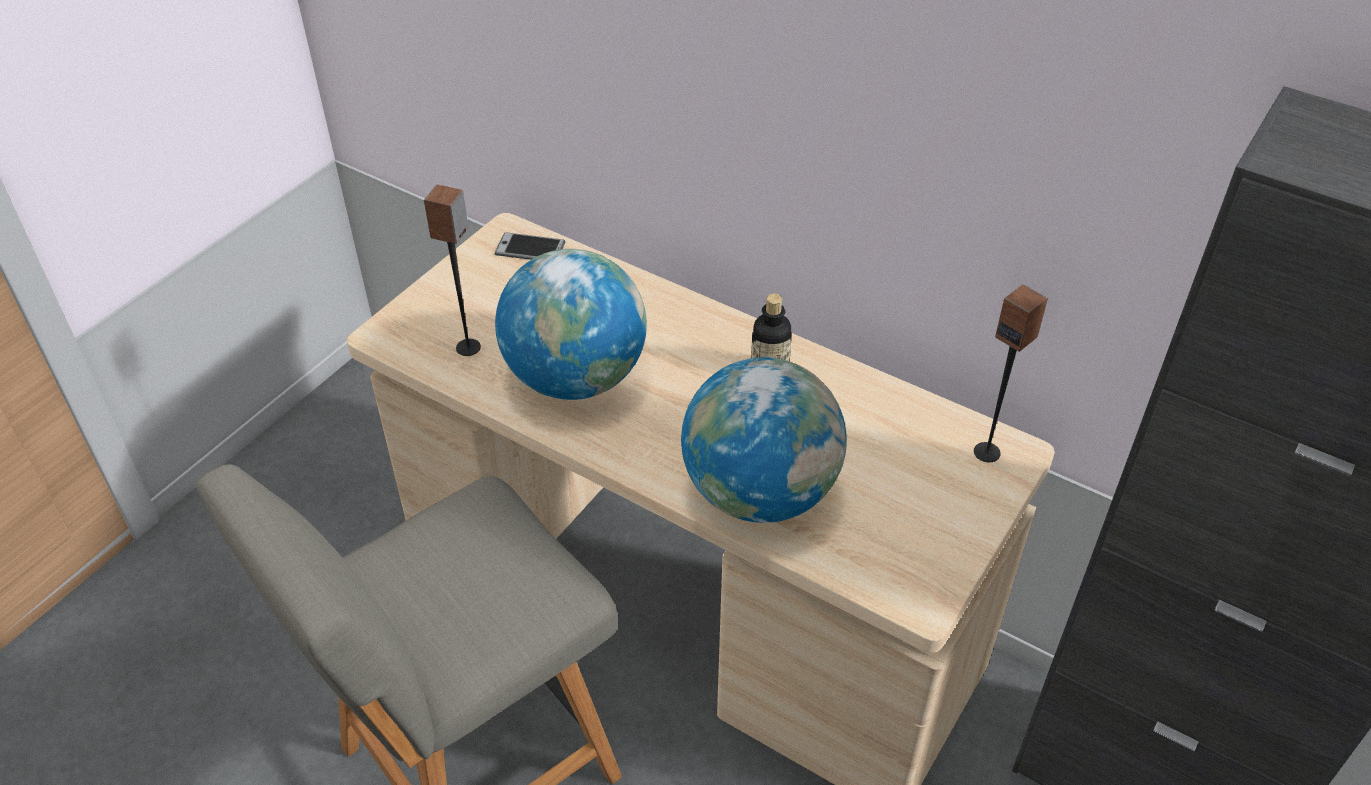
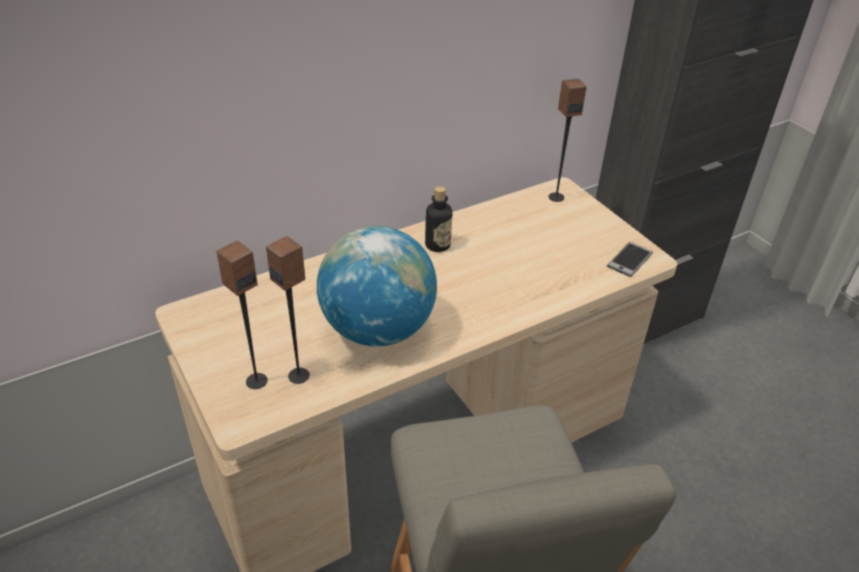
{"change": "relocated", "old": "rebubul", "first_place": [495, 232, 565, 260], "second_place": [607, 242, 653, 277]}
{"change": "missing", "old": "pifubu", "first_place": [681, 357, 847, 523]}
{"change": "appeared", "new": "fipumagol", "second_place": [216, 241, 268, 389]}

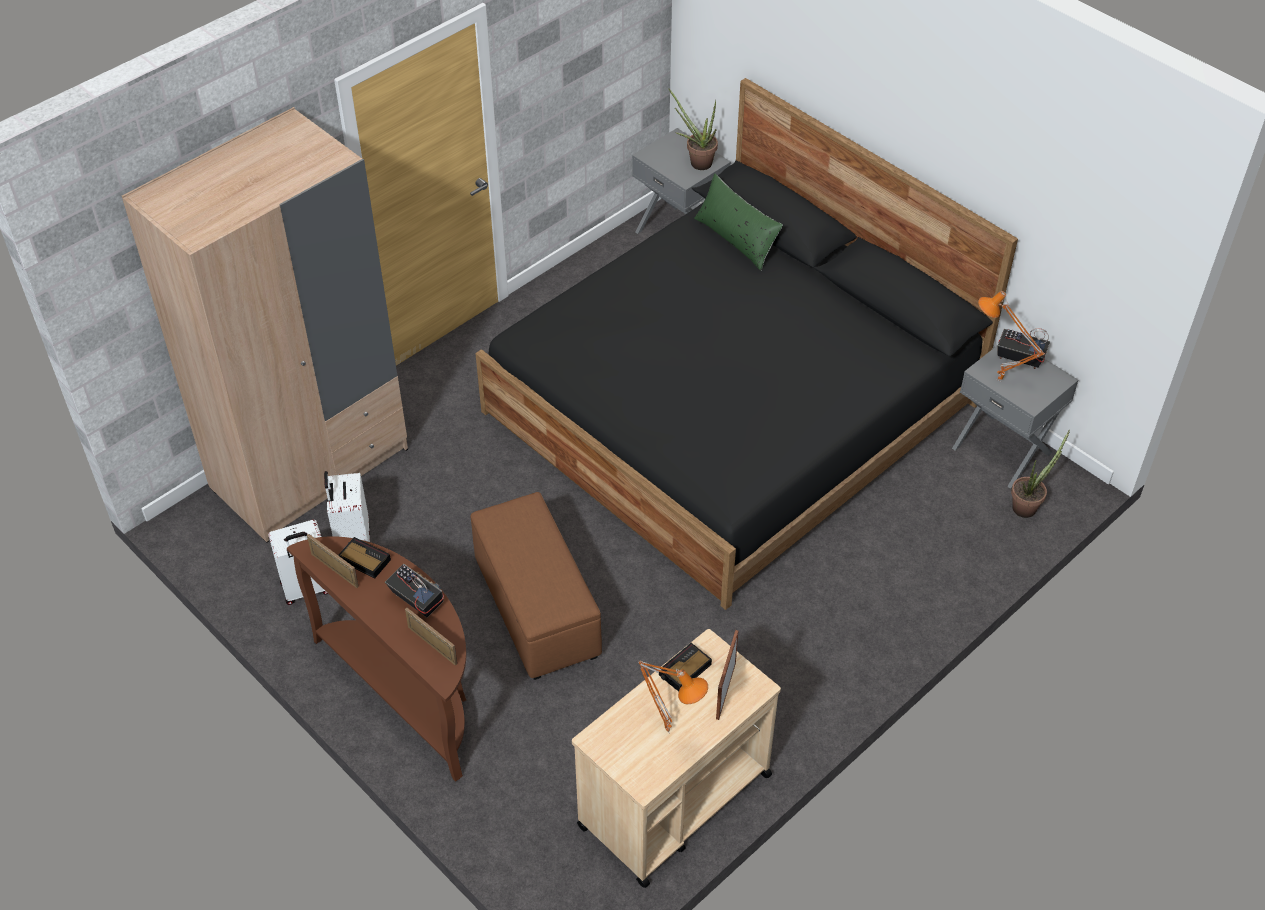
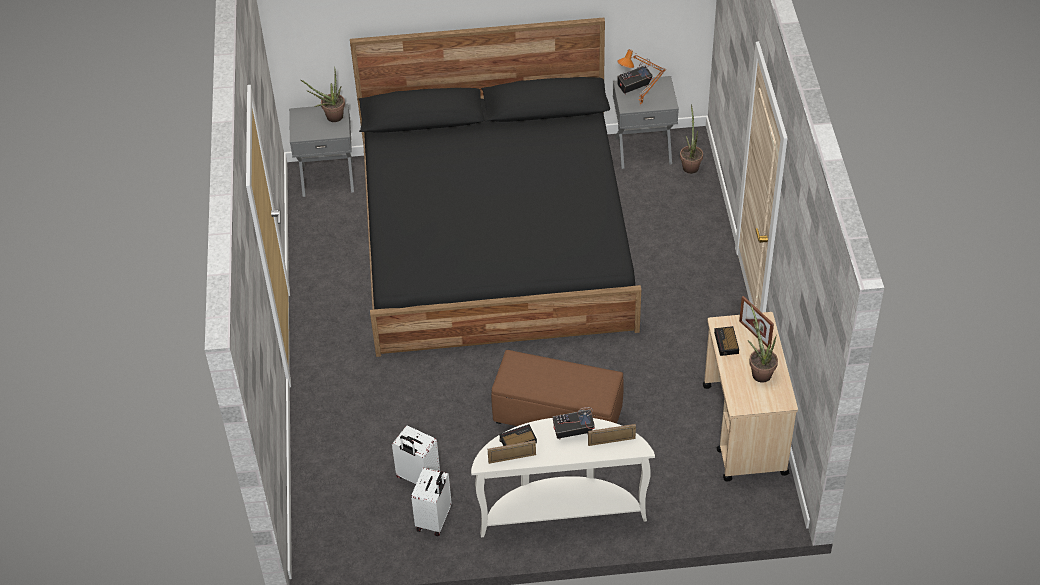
{"change": "missing", "old": "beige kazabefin", "first_place": [122, 107, 408, 543]}
{"change": "colour", "old": "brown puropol", "new": "white puropol", "first_place": [287, 536, 466, 782], "second_place": [471, 418, 655, 537]}
{"change": "exchanged", "old": "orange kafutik", "new": "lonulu", "first_place": [638, 661, 708, 733], "second_place": [748, 304, 778, 383]}
{"change": "missing", "old": "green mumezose", "first_place": [694, 174, 783, 271]}

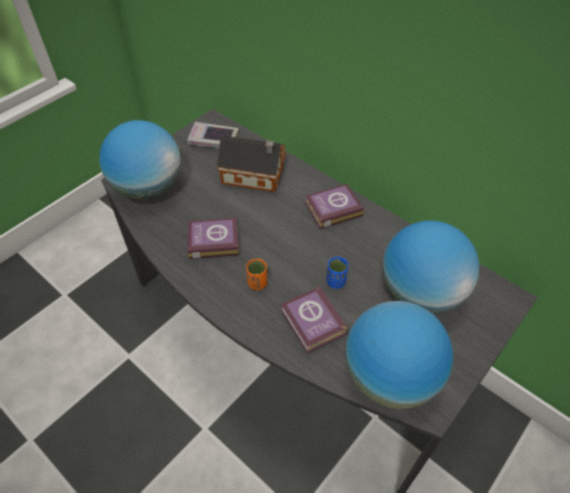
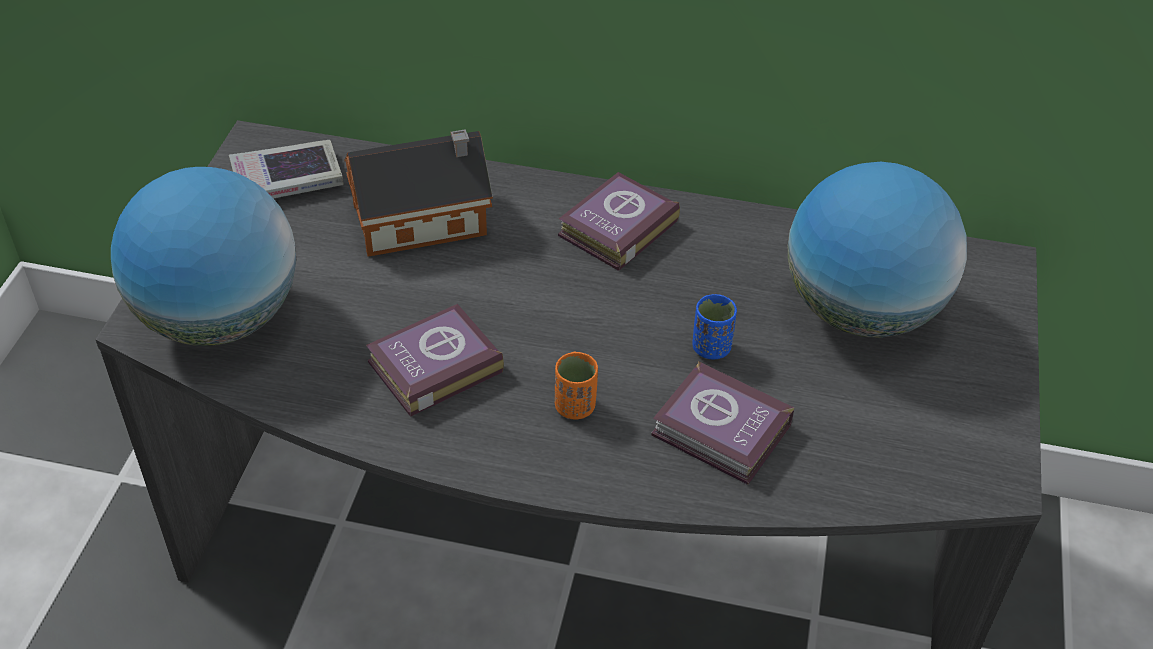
{"change": "missing", "old": "pifubu", "first_place": [345, 301, 453, 409]}

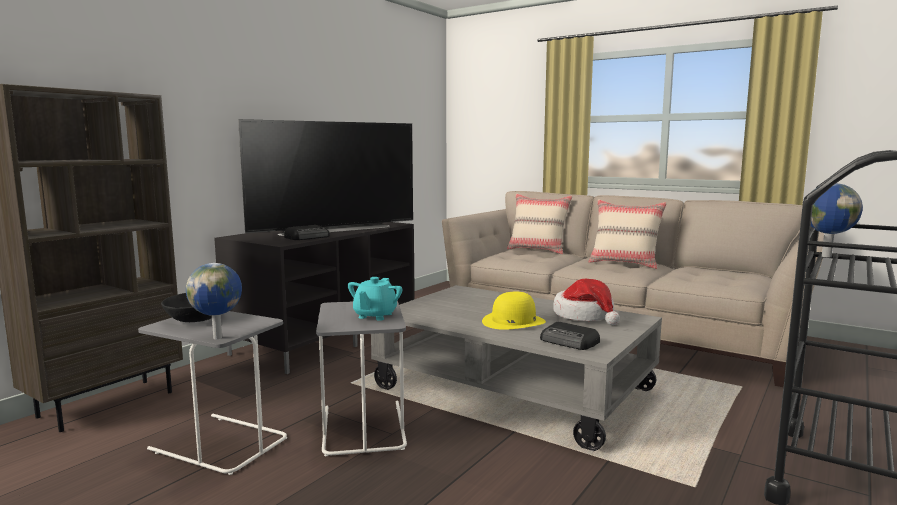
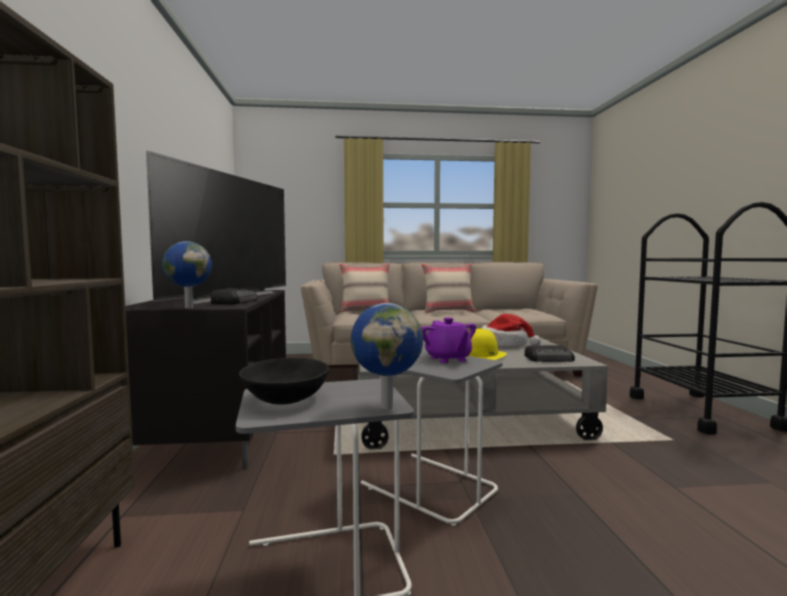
{"change": "colour", "old": "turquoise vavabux", "new": "purple vavabux", "first_place": [348, 277, 402, 321], "second_place": [421, 318, 476, 363]}
{"change": "relocated", "old": "pifubu", "first_place": [810, 183, 863, 258], "second_place": [162, 241, 212, 308]}

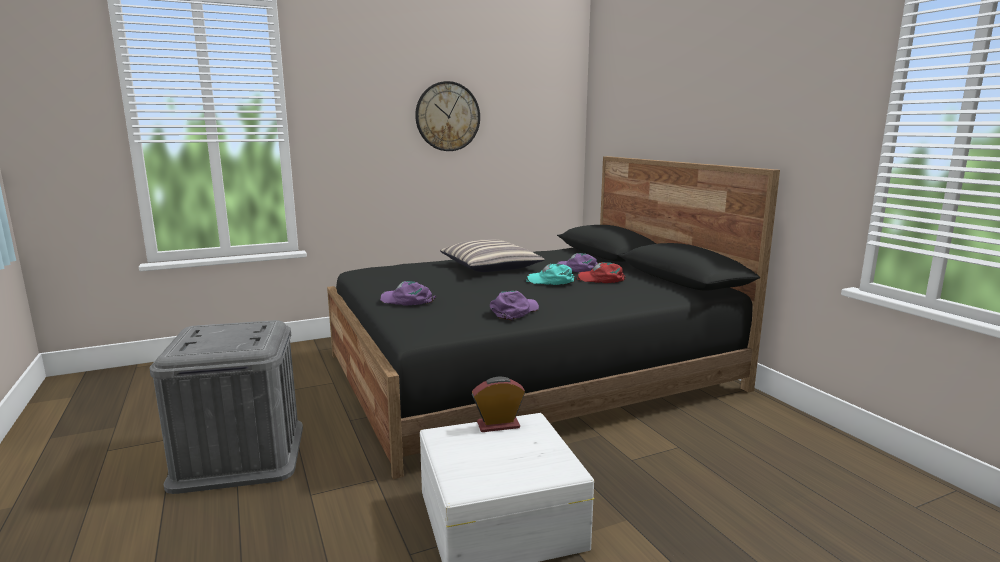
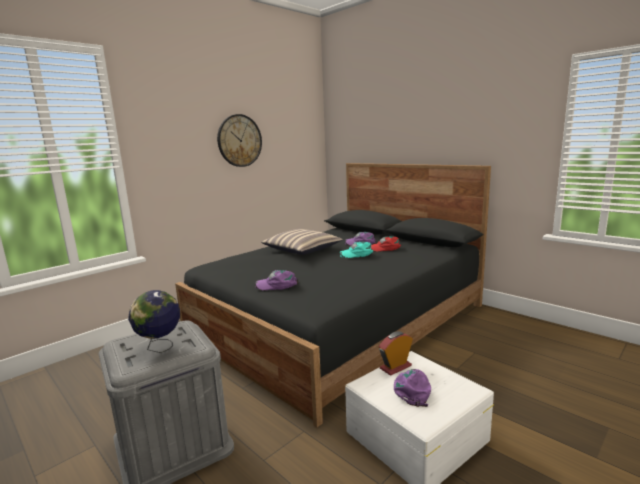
{"change": "relocated", "old": "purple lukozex", "first_place": [490, 291, 539, 321], "second_place": [394, 369, 431, 407]}
{"change": "appeared", "new": "pifubu", "second_place": [128, 290, 180, 353]}

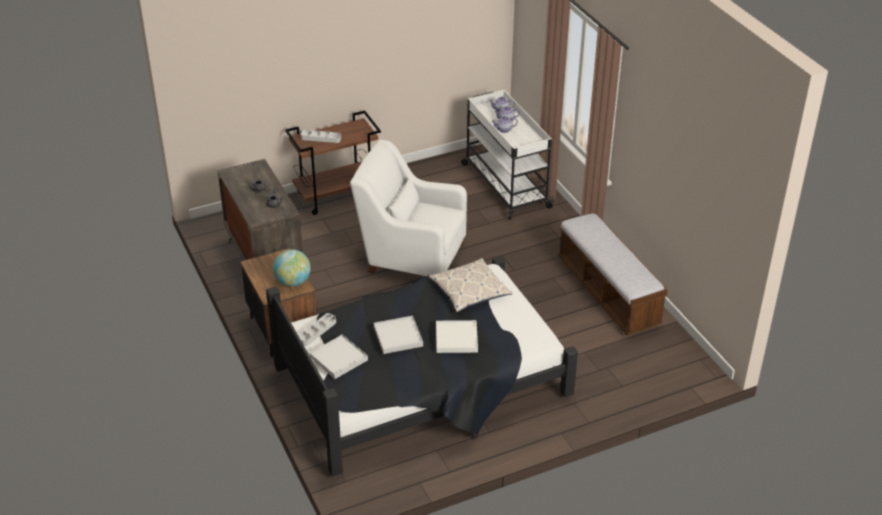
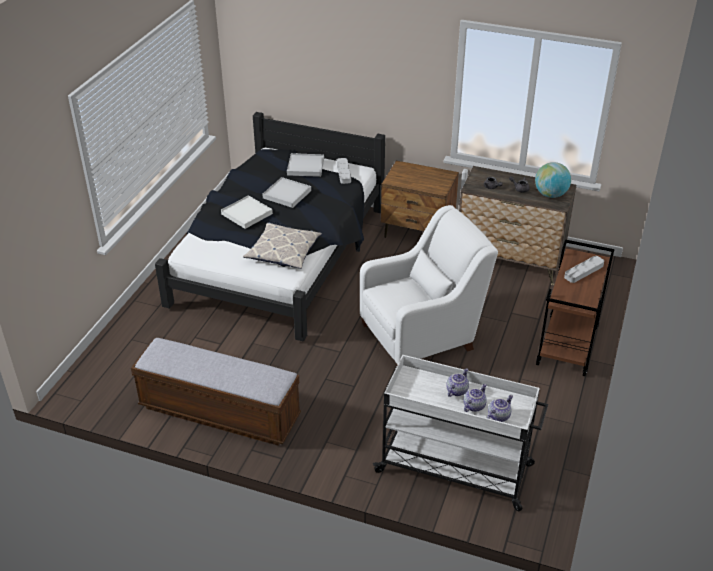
{"change": "relocated", "old": "pifubu", "first_place": [273, 249, 311, 287], "second_place": [535, 162, 571, 198]}

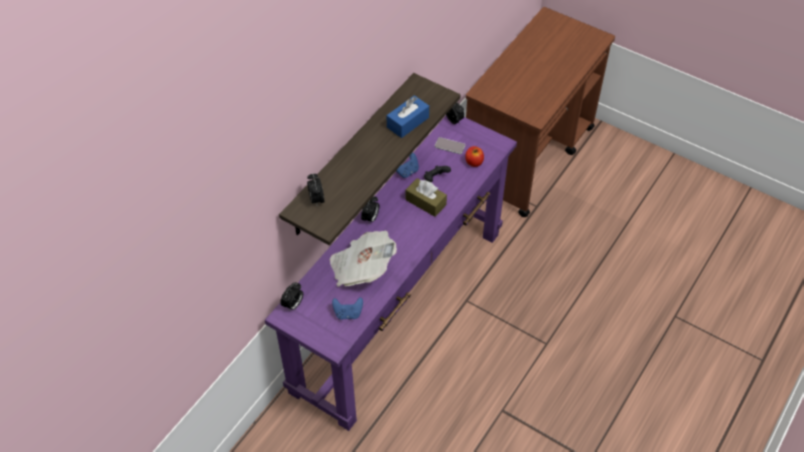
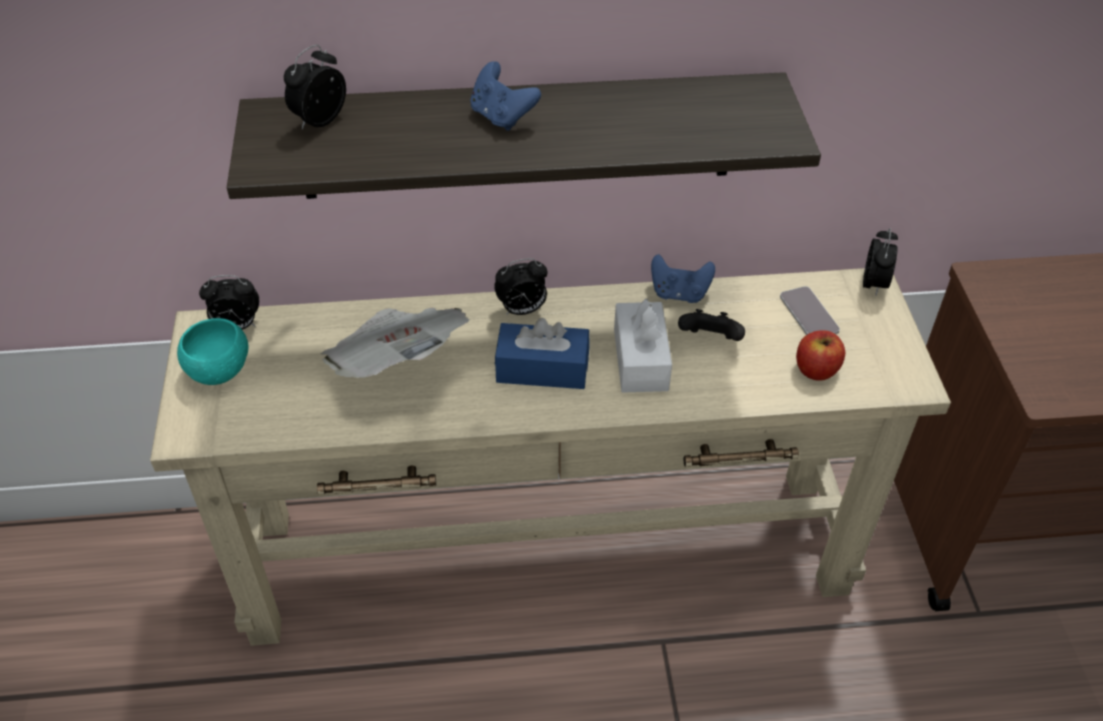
{"change": "colour", "old": "purple puropol", "new": "beige puropol", "first_place": [265, 116, 517, 431], "second_place": [150, 268, 951, 646]}
{"change": "relocated", "old": "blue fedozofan", "first_place": [332, 297, 363, 320], "second_place": [470, 61, 541, 131]}
{"change": "relocated", "old": "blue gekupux", "first_place": [387, 95, 429, 138], "second_place": [495, 318, 590, 389]}
{"change": "colour", "old": "brown gekupux", "new": "white gekupux", "first_place": [406, 178, 447, 217], "second_place": [614, 298, 672, 393]}
{"change": "appeared", "new": "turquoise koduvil", "second_place": [177, 318, 248, 385]}

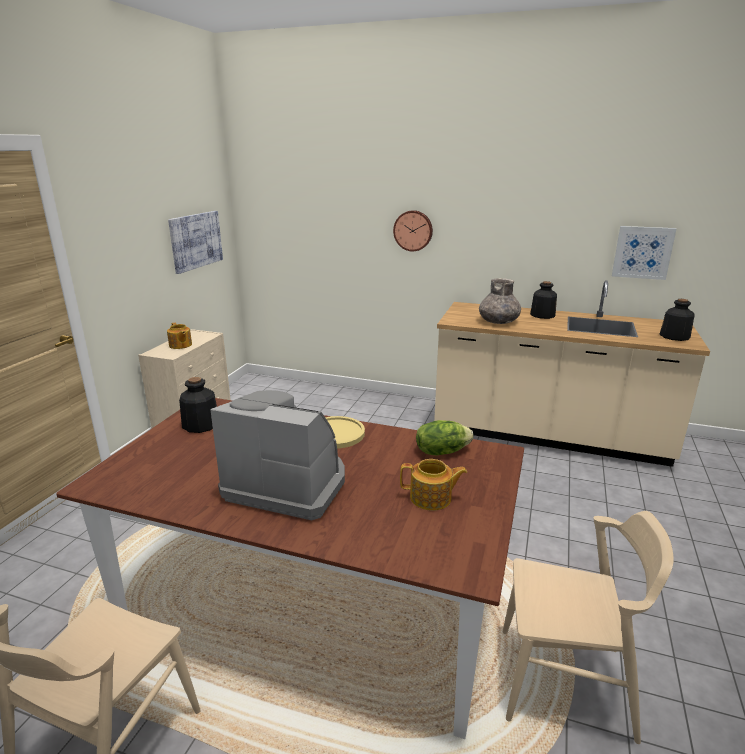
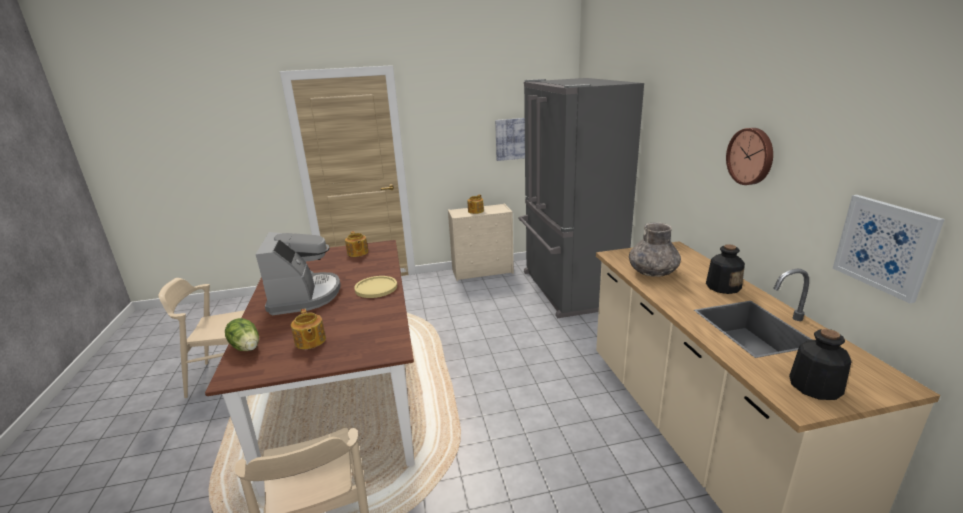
{"change": "exchanged", "old": "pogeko", "new": "vavabux", "first_place": [179, 377, 217, 433], "second_place": [345, 231, 368, 257]}
{"change": "relocated", "old": "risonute", "first_place": [393, 210, 433, 251], "second_place": [726, 128, 773, 185]}
{"change": "relocated", "old": "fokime", "first_place": [416, 420, 474, 455], "second_place": [225, 318, 259, 351]}
{"change": "appeared", "new": "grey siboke", "second_place": [519, 78, 644, 318]}

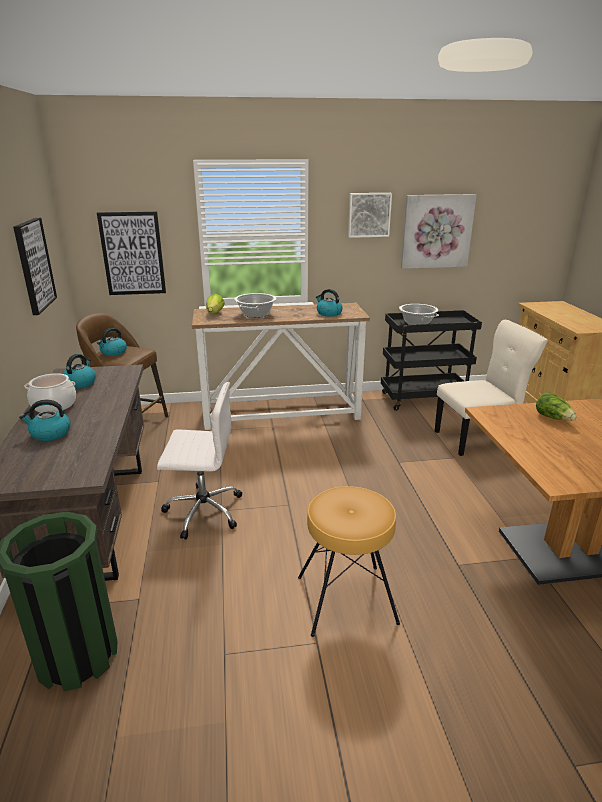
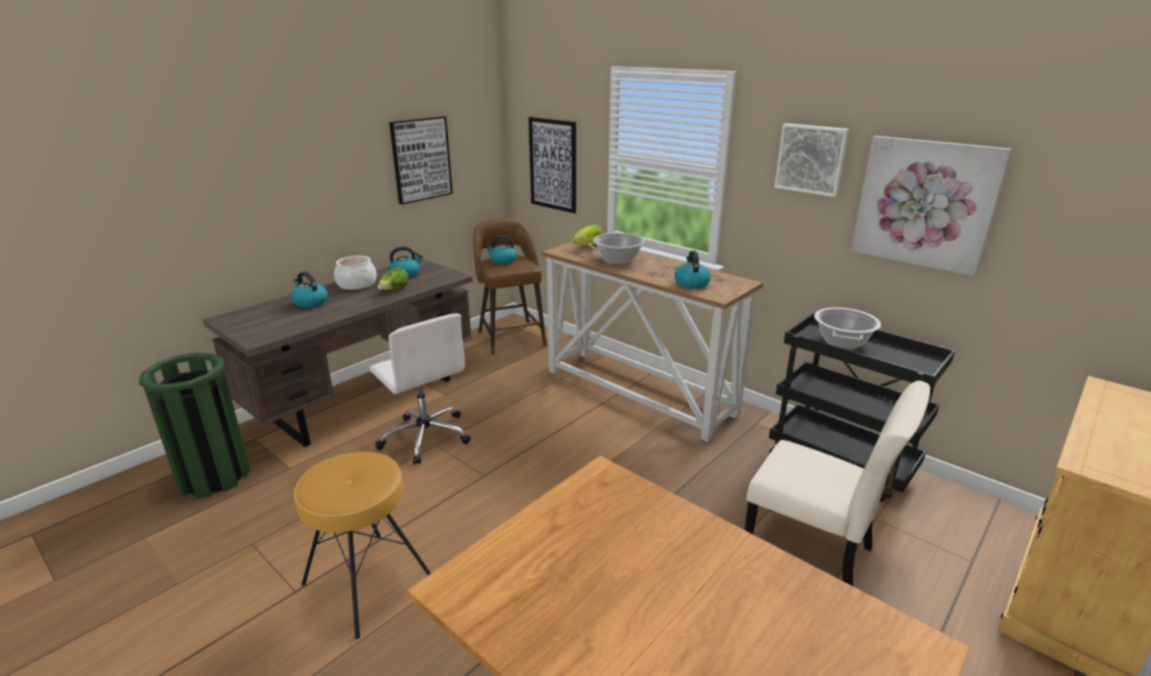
{"change": "relocated", "old": "fokime", "first_place": [536, 392, 577, 421], "second_place": [378, 267, 409, 290]}

